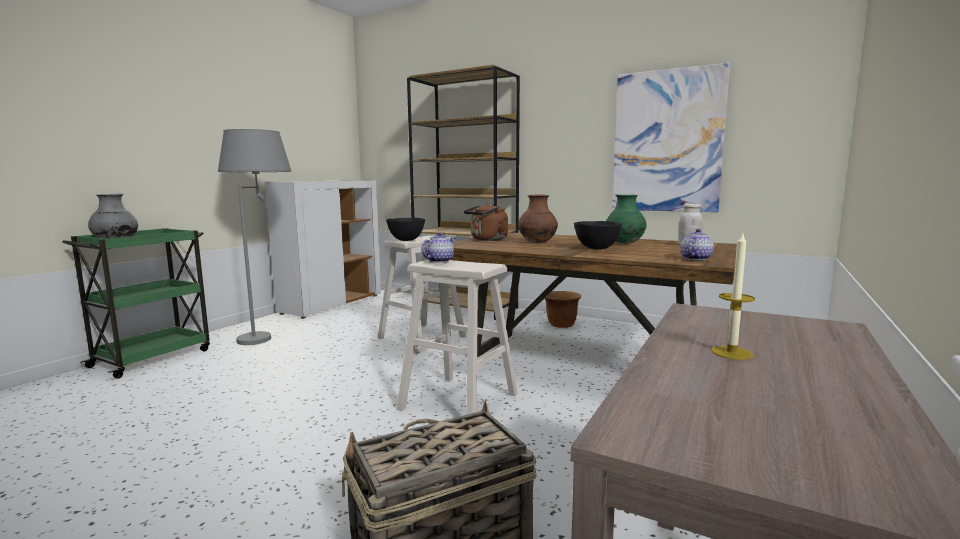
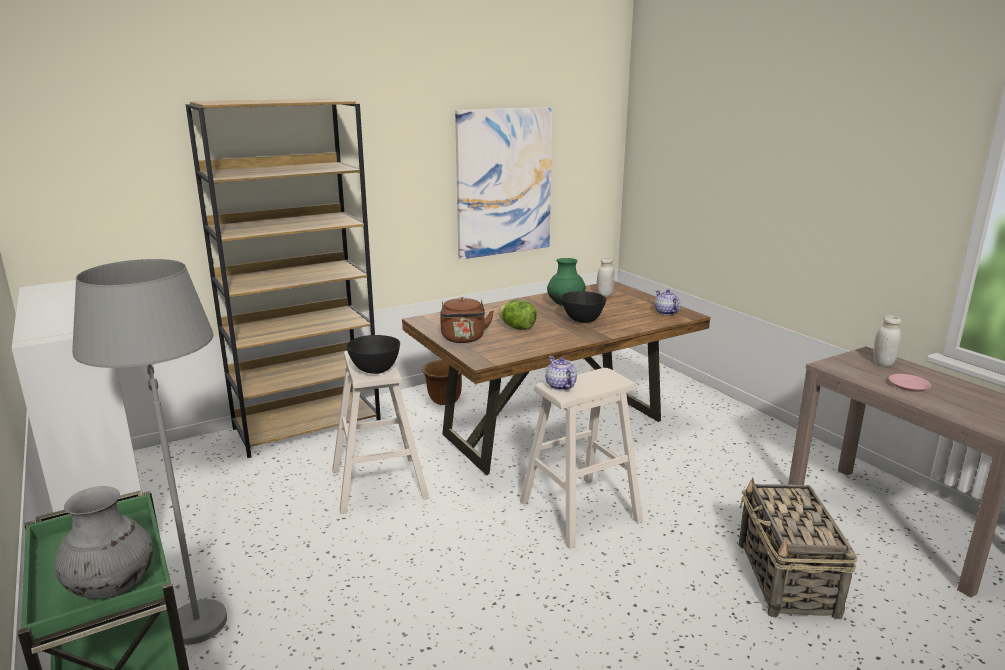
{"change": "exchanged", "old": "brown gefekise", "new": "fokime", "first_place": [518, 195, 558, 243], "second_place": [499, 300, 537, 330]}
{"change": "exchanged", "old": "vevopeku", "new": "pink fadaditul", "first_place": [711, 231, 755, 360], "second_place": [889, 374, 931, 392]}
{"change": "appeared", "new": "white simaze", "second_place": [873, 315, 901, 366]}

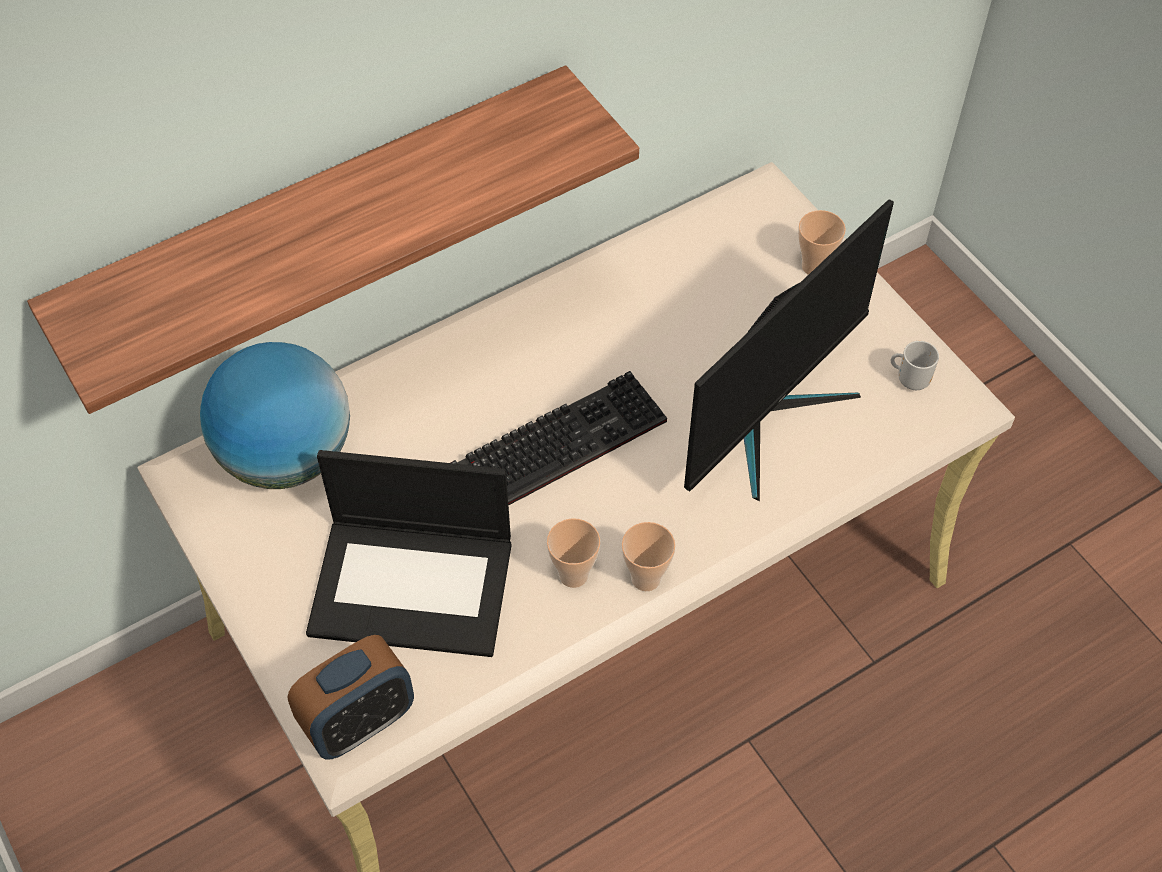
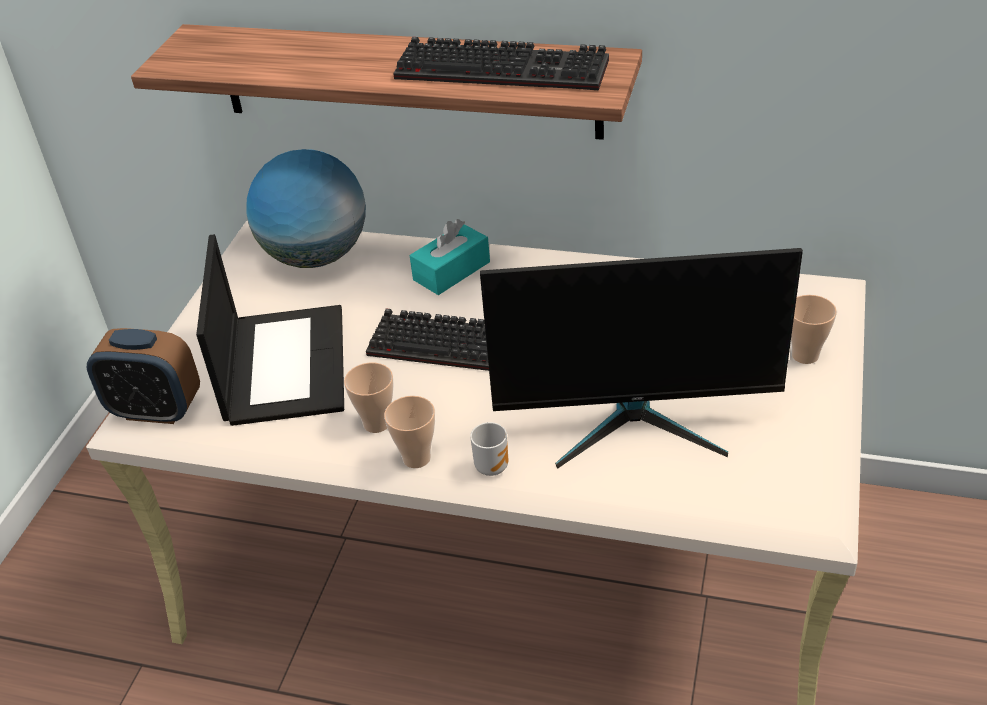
{"change": "spun", "old": "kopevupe", "first_place": [306, 450, 511, 657], "second_place": [196, 234, 344, 426], "degrees": -150}
{"change": "relocated", "old": "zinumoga", "first_place": [891, 341, 939, 390], "second_place": [470, 422, 508, 476]}
{"change": "appeared", "new": "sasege", "second_place": [393, 37, 609, 90]}
{"change": "appeared", "new": "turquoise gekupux", "second_place": [410, 219, 490, 295]}

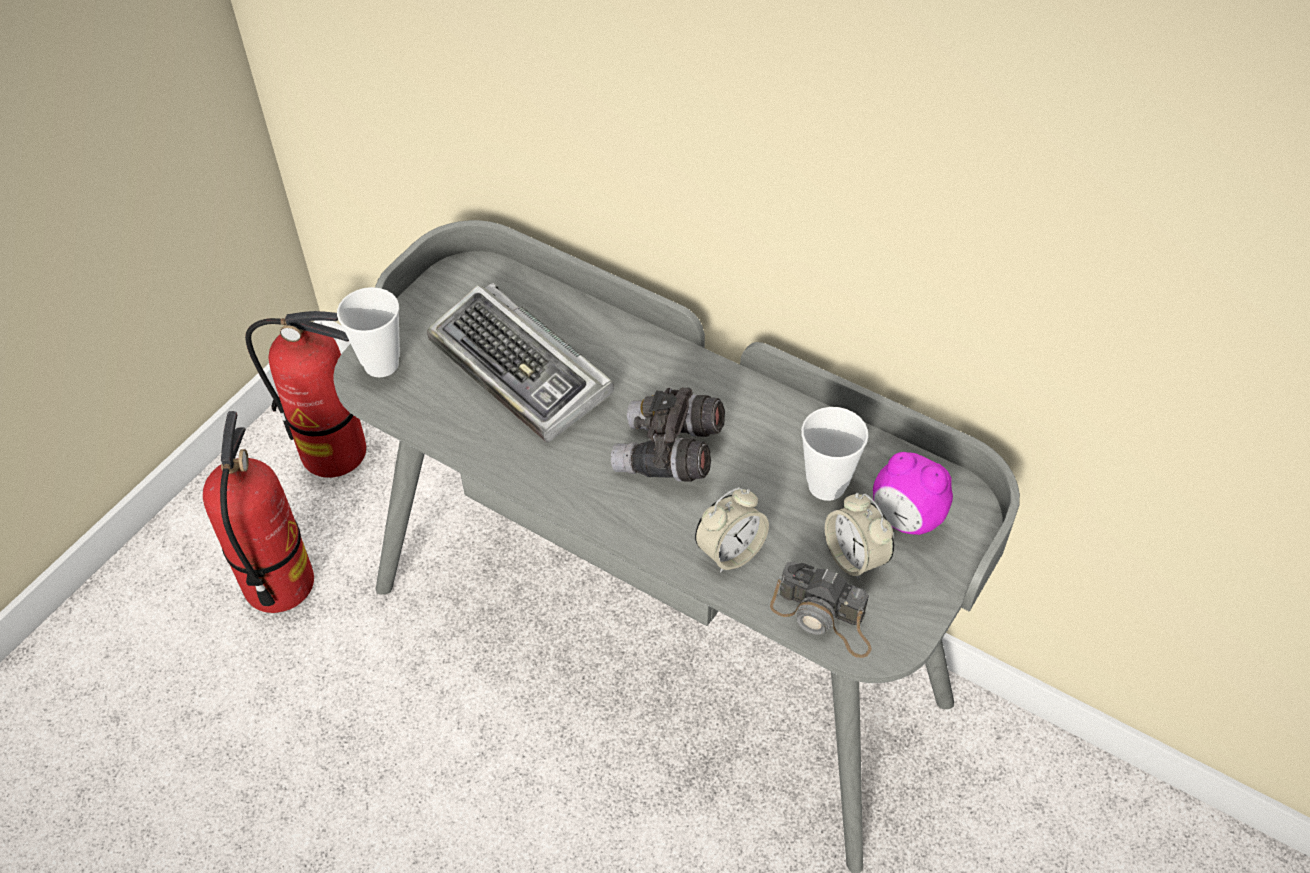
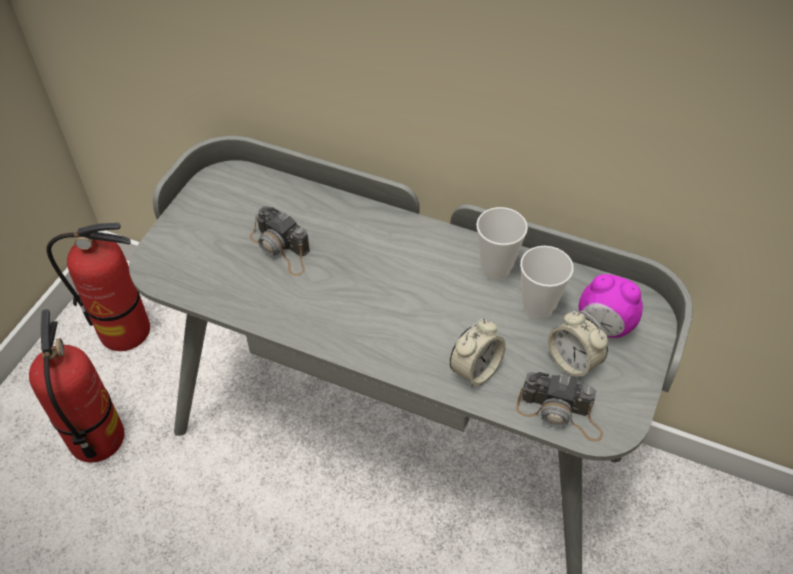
{"change": "relocated", "old": "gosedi", "first_place": [337, 287, 400, 377], "second_place": [476, 207, 528, 280]}
{"change": "exchanged", "old": "sasege", "new": "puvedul", "first_place": [427, 283, 614, 443], "second_place": [250, 206, 310, 276]}
{"change": "missing", "old": "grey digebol", "first_place": [611, 387, 725, 482]}

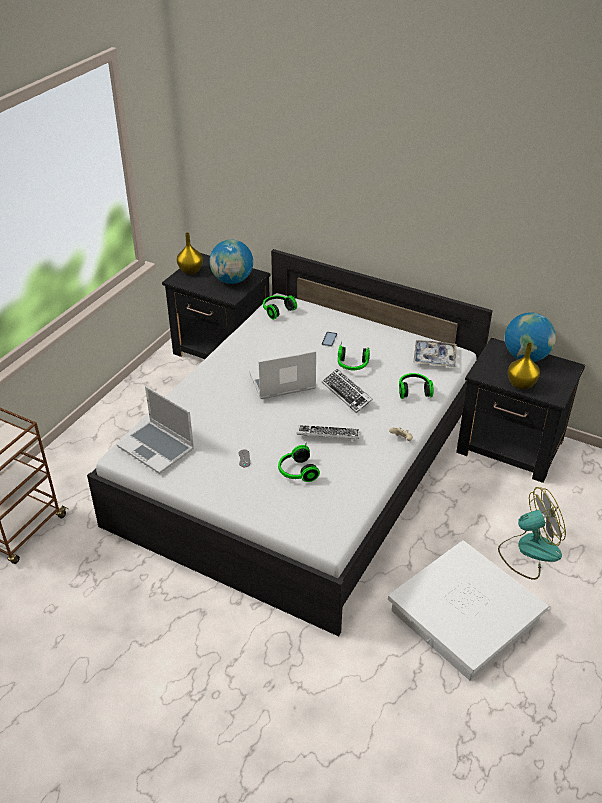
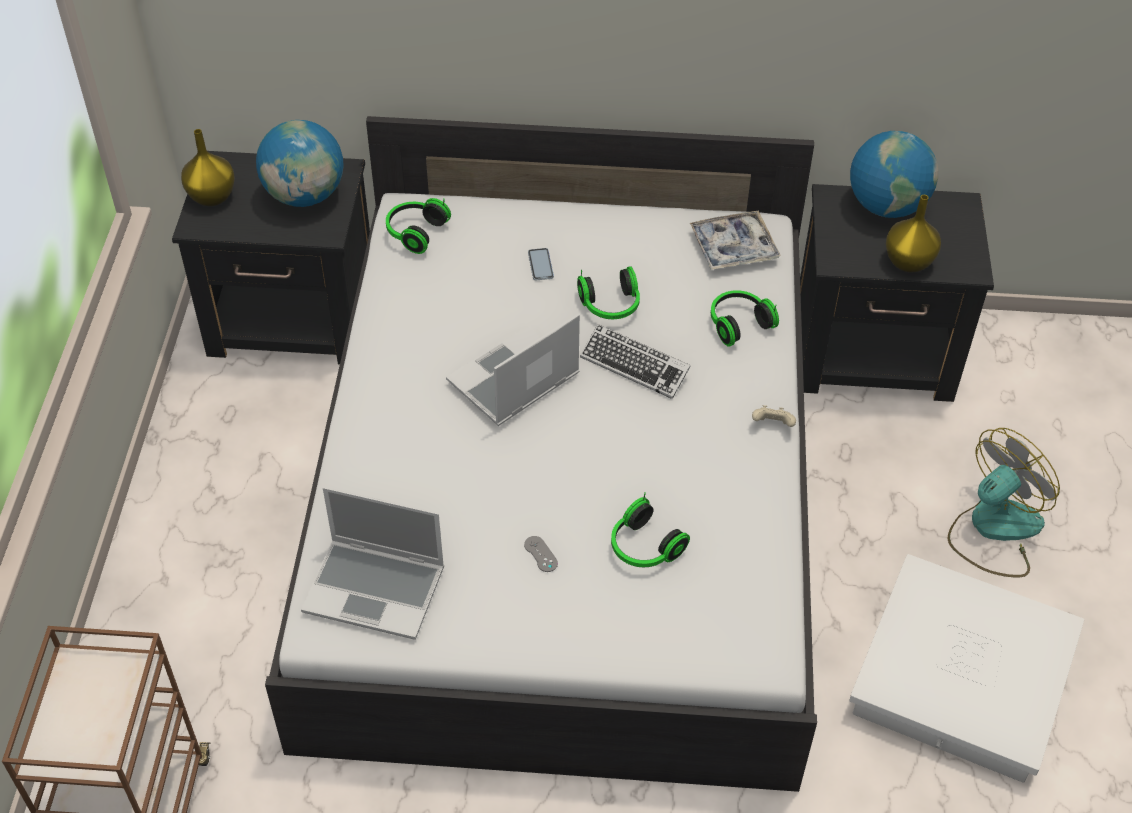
{"change": "missing", "old": "sasege", "first_place": [297, 425, 360, 441]}

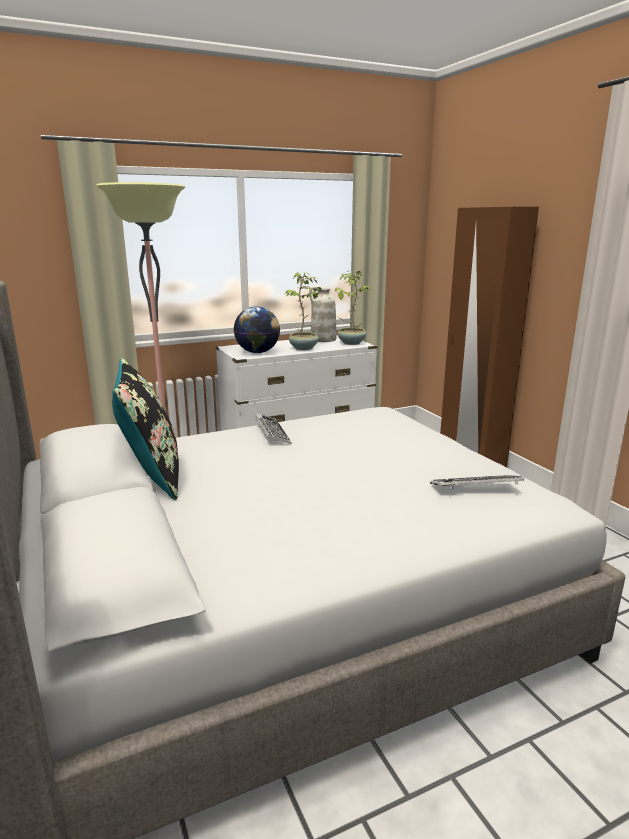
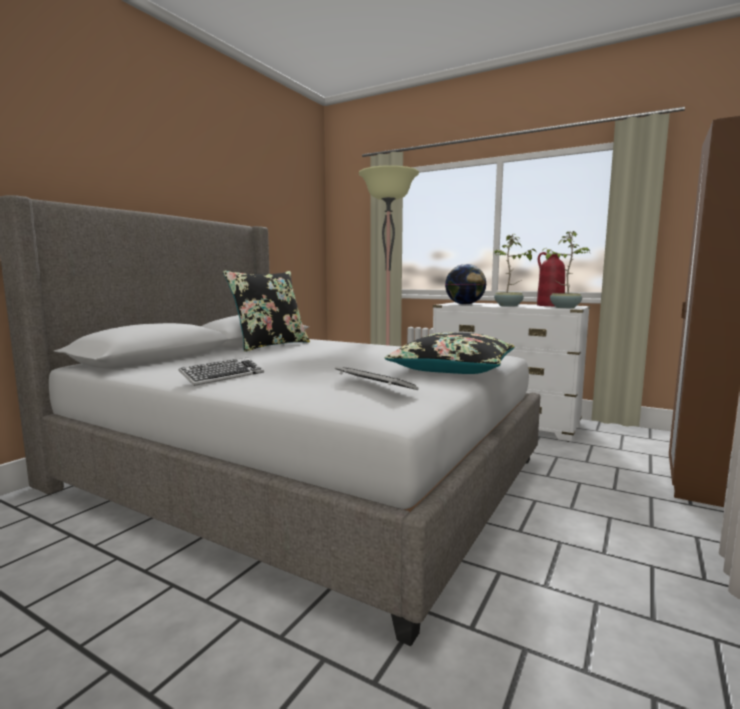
{"change": "relocated", "old": "sasege", "first_place": [255, 414, 292, 444], "second_place": [178, 357, 264, 386]}
{"change": "colour", "old": "white gefekise", "new": "red gefekise", "first_place": [309, 287, 336, 342], "second_place": [537, 252, 565, 306]}
{"change": "appeared", "new": "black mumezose", "second_place": [385, 333, 514, 374]}

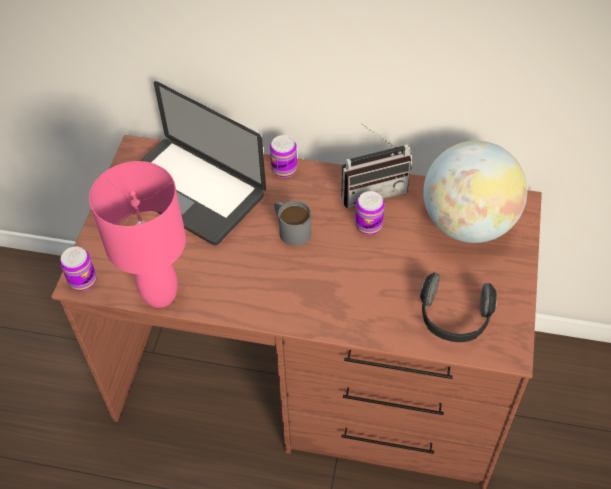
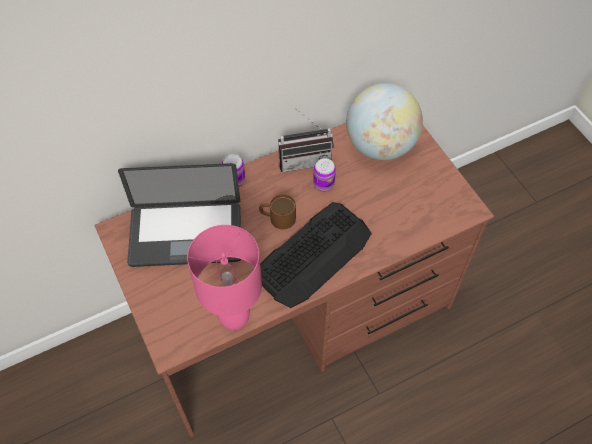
{"change": "missing", "old": "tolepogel", "first_place": [60, 247, 96, 291]}
{"change": "colour", "old": "grey zinumoga", "new": "brown zinumoga", "first_place": [274, 201, 311, 246], "second_place": [259, 194, 296, 229]}
{"change": "spun", "old": "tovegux", "first_place": [341, 124, 412, 208], "second_place": [278, 109, 334, 172], "degrees": 45}
{"change": "missing", "old": "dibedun", "first_place": [420, 272, 497, 342]}
{"change": "appeared", "new": "sasege", "second_place": [260, 202, 372, 308]}

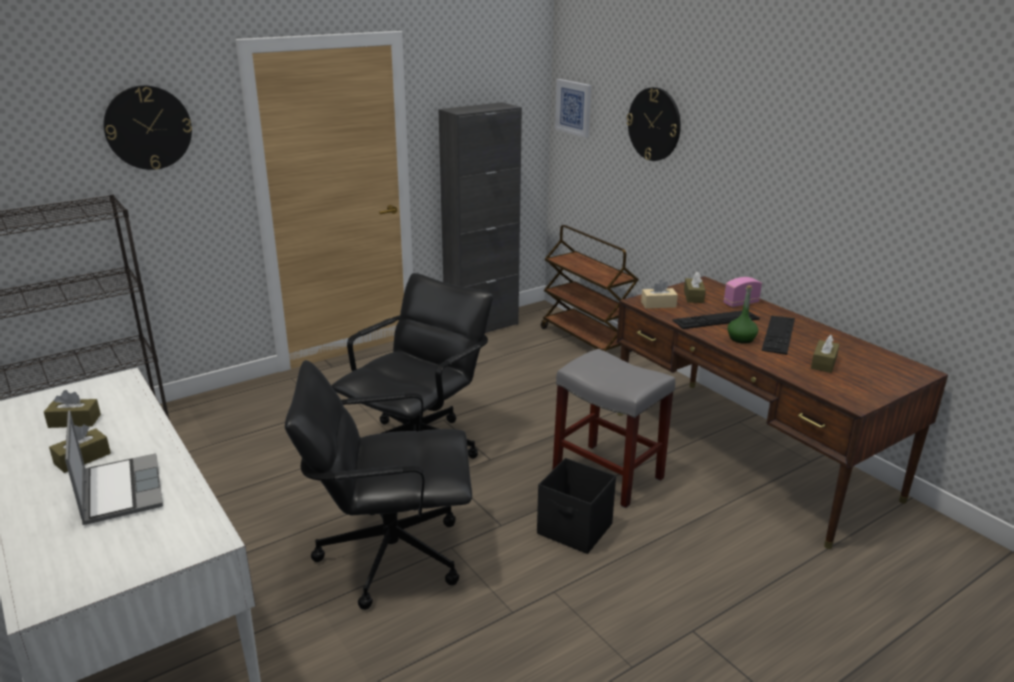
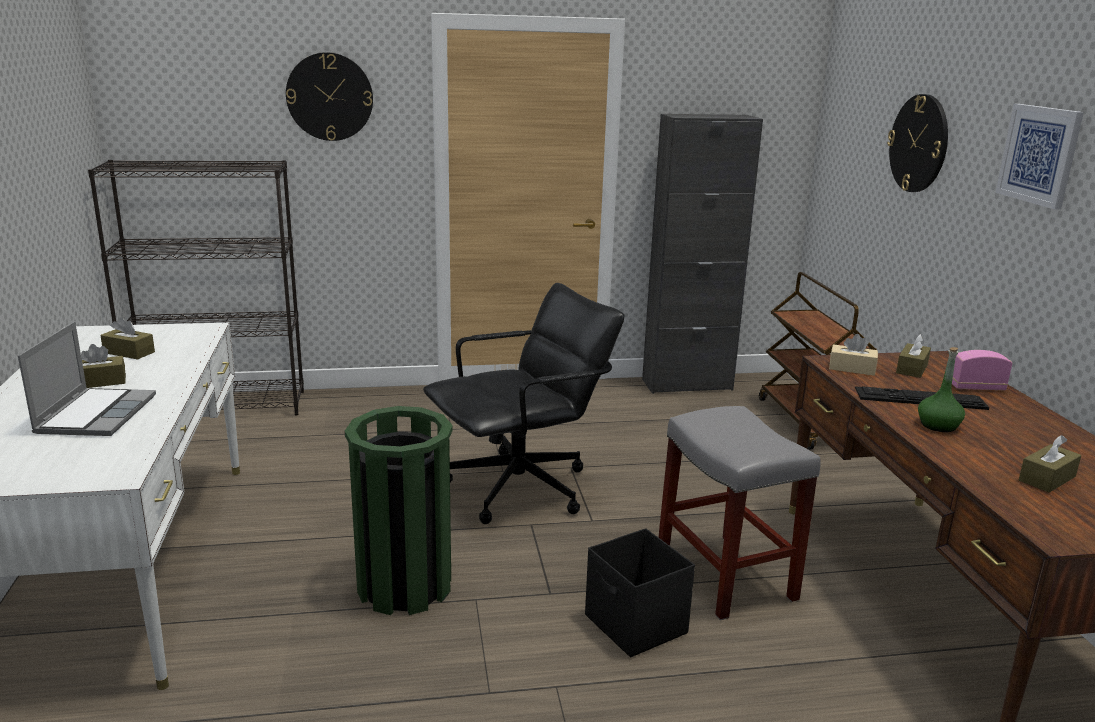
{"change": "exchanged", "old": "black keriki", "new": "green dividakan", "first_place": [285, 360, 472, 610], "second_place": [345, 406, 453, 615]}
{"change": "relocated", "old": "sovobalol", "first_place": [555, 79, 591, 138], "second_place": [995, 104, 1084, 209]}
{"change": "missing", "old": "sasege", "first_place": [761, 316, 795, 355]}

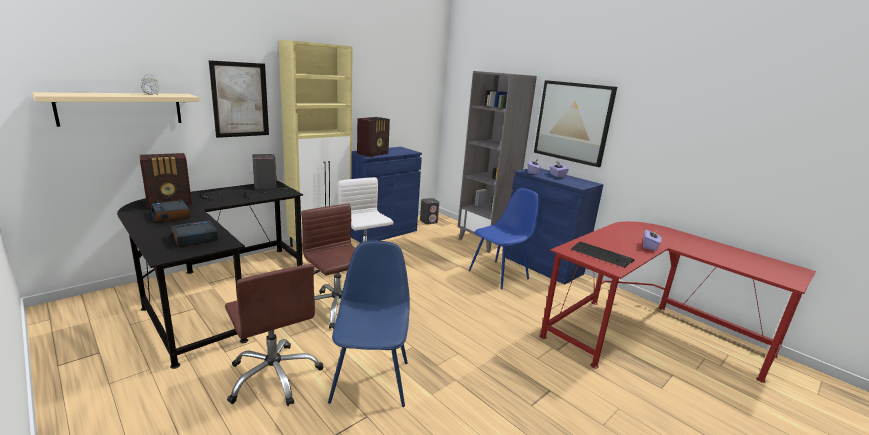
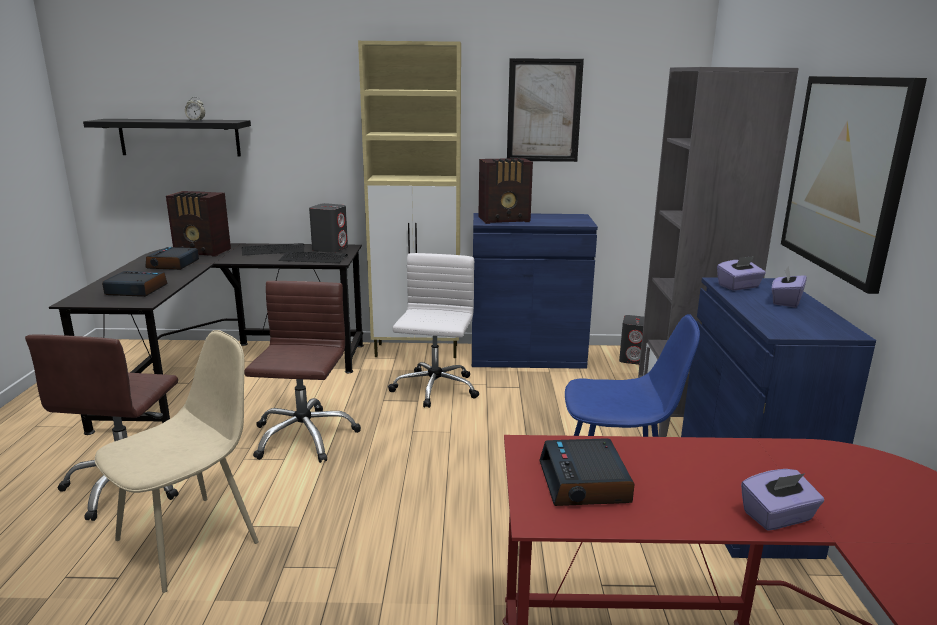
{"change": "colour", "old": "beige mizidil", "new": "black mizidil", "first_place": [32, 92, 200, 127], "second_place": [83, 119, 251, 156]}
{"change": "relocated", "old": "sovobalol", "first_place": [209, 60, 269, 138], "second_place": [507, 58, 584, 162]}
{"change": "colour", "old": "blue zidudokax", "new": "beige zidudokax", "first_place": [328, 240, 410, 407], "second_place": [95, 330, 259, 593]}
{"change": "exchanged", "old": "sasege", "new": "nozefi", "first_place": [571, 241, 635, 268], "second_place": [539, 438, 635, 506]}

